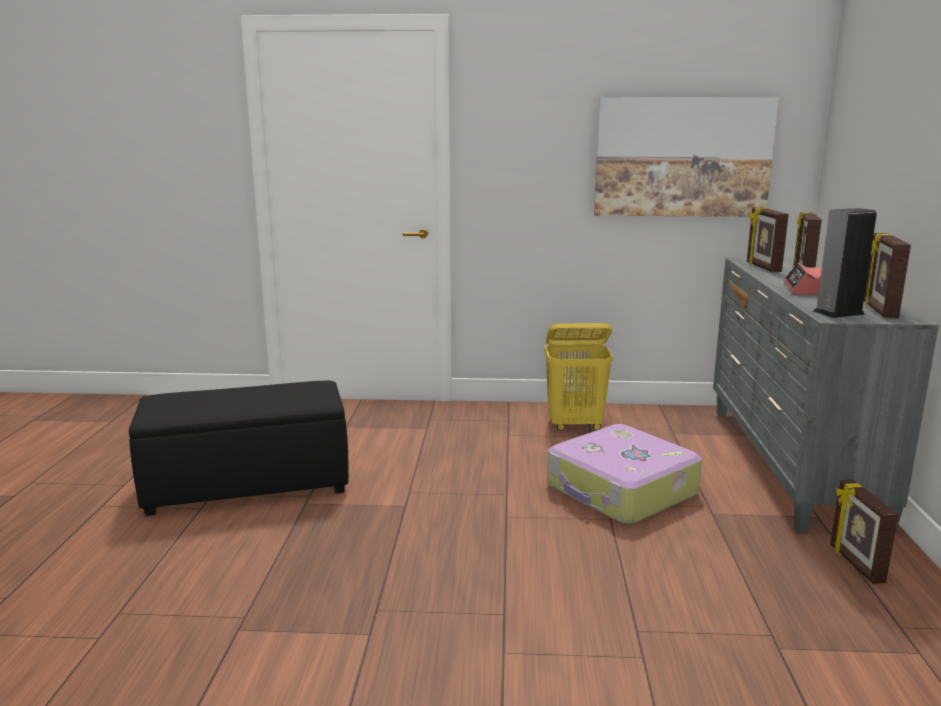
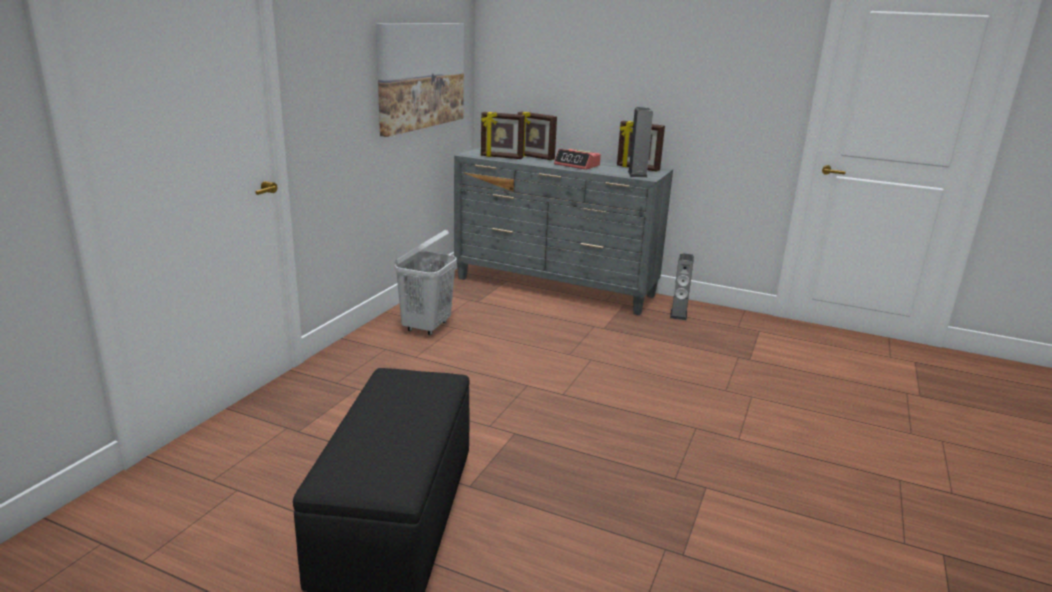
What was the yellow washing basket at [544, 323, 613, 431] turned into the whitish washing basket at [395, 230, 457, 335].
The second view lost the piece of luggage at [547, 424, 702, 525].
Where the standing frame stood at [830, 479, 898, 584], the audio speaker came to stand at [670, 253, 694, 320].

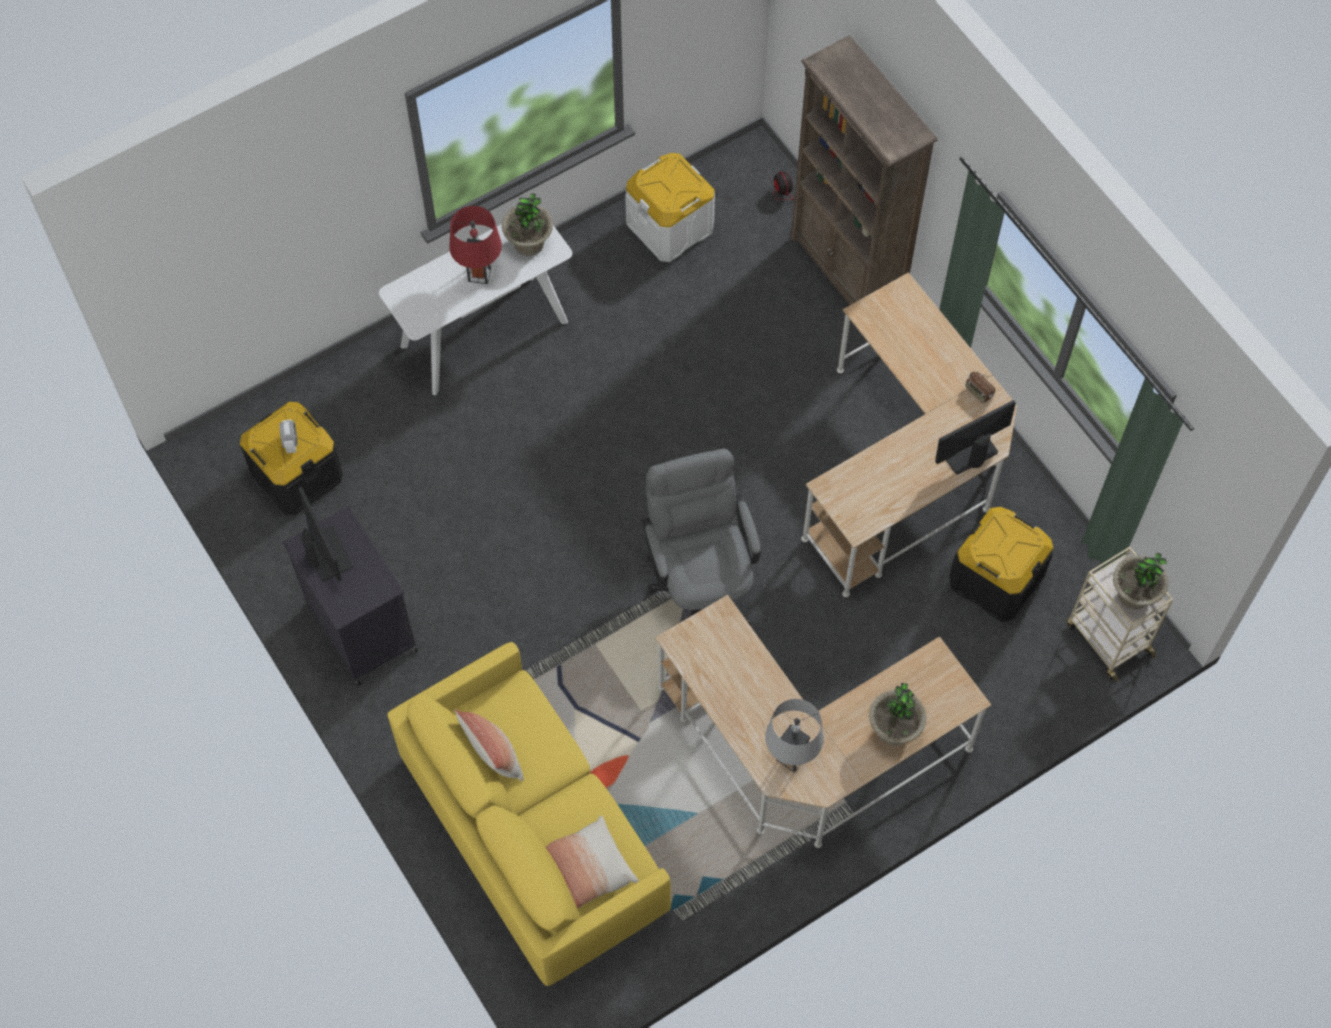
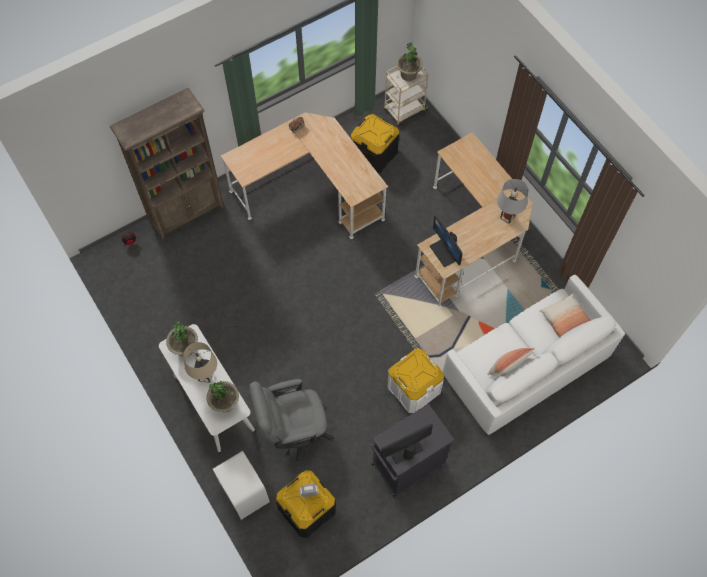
What was the yellow sofa at [387, 642, 671, 986] turned into the whitish sofa at [442, 275, 625, 435].
What was the reddish lamp for a table at [449, 206, 502, 284] turned into the sand-coloured lamp for a table at [183, 342, 217, 383].
The whitish storage container ended up elsewhere, having gone from [625, 153, 715, 262] to [387, 349, 444, 413].
The grey computer chair ended up elsewhere, having gone from [641, 449, 761, 625] to [249, 379, 334, 461].
The plant in a pot ended up elsewhere, having gone from [869, 683, 927, 745] to [206, 381, 239, 413].
The computer screen ended up elsewhere, having gone from [935, 400, 1016, 475] to [430, 215, 463, 267].
The second view gained the whitish night table at [213, 451, 270, 520].

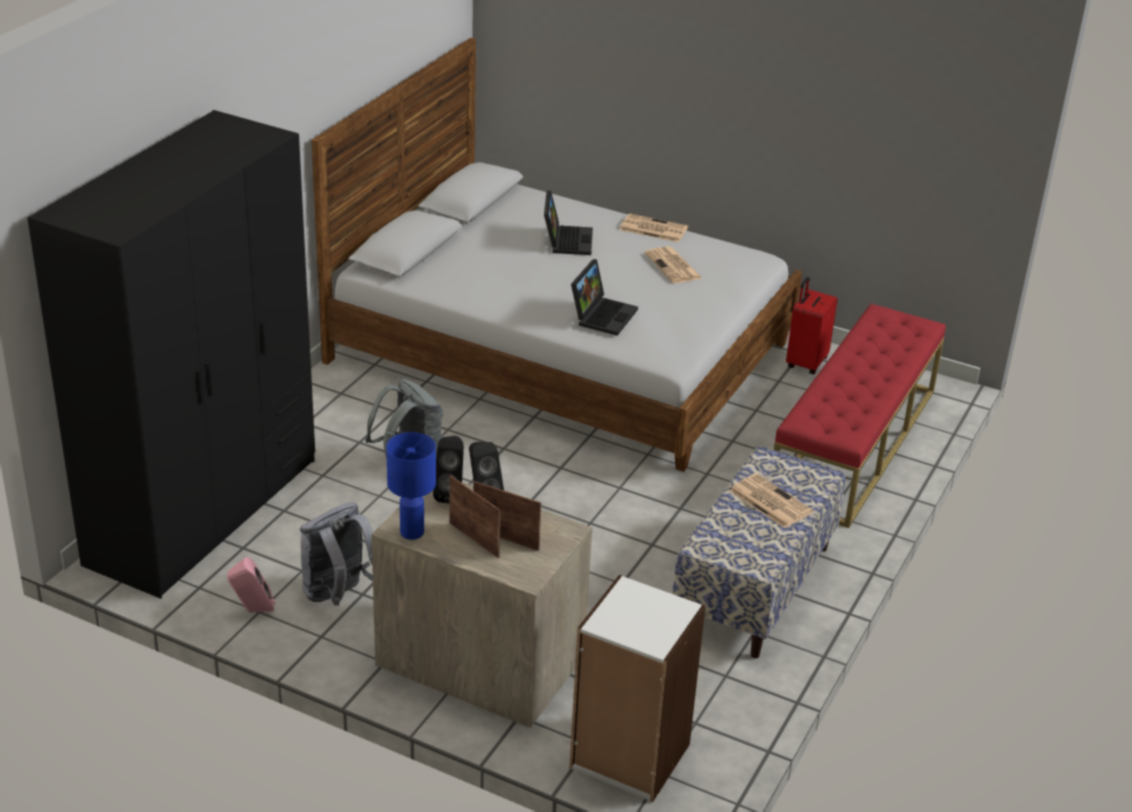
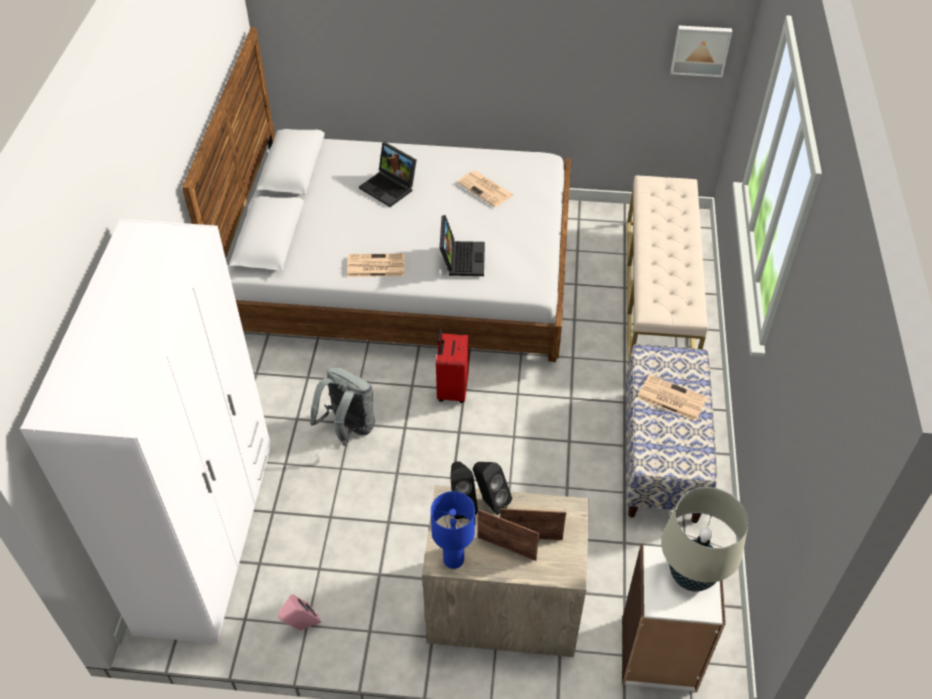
What was the black armoire at [27, 110, 315, 599] turned into the whitish armoire at [20, 219, 271, 644].
The second view lost the grey knapsack at [300, 502, 373, 606].
The laptop at [544, 190, 593, 255] ended up facing another way, 150 degrees clockwise from before.
The daily paper ended up elsewhere, having gone from [619, 214, 688, 242] to [347, 253, 405, 277].
What was the reddish indoor bench at [774, 304, 946, 528] turned into the sand-coloured indoor bench at [627, 175, 708, 367].
The reddish piece of luggage ended up elsewhere, having gone from [786, 277, 838, 374] to [436, 329, 469, 403].
The second view gained the sand-coloured lamp for a table at [661, 487, 748, 592].
The second view gained the picture at [671, 26, 732, 77].

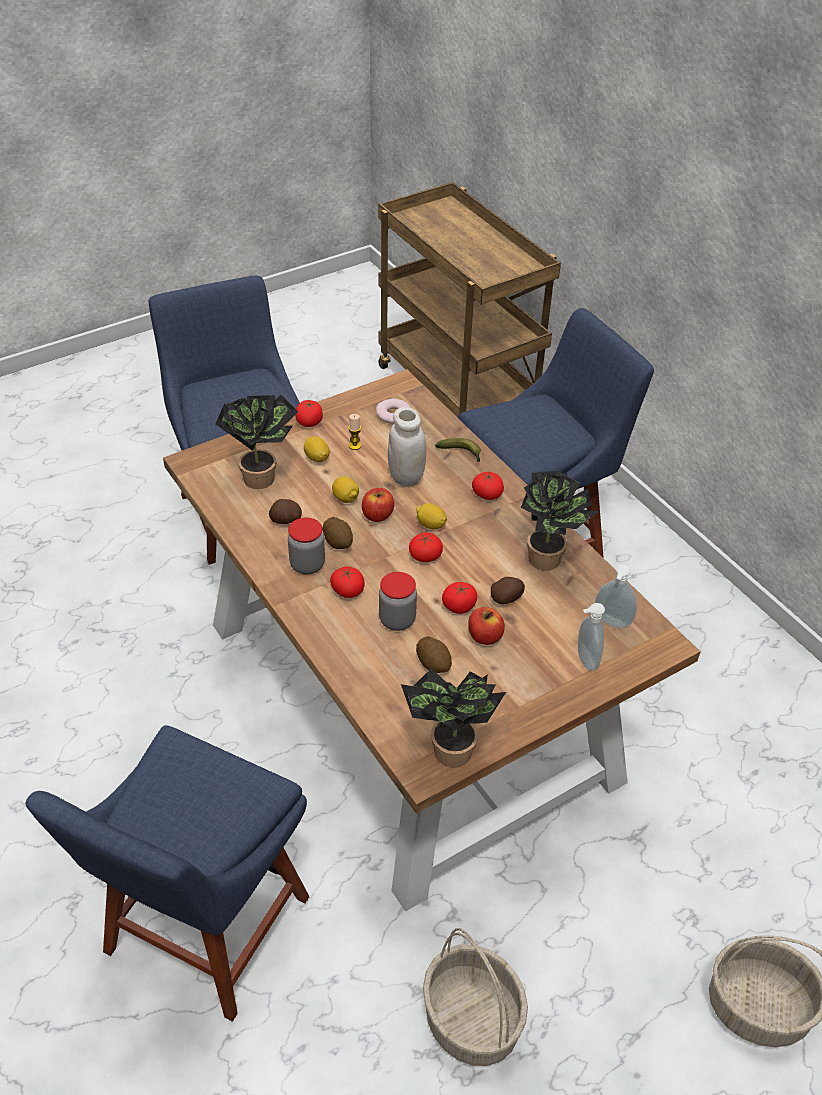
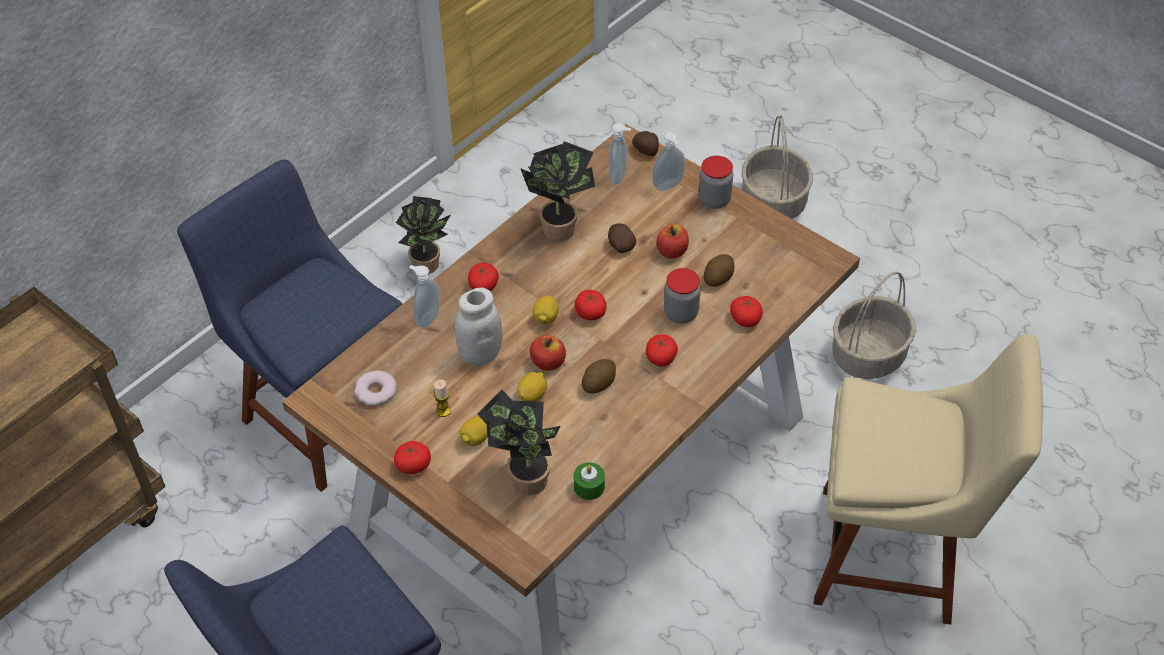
What was the blue-coloured upright chair at [26, 725, 310, 1022] turned into the sand-coloured upright chair at [814, 334, 1043, 625].
The whole potato ended up elsewhere, having gone from [269, 499, 302, 524] to [632, 131, 659, 156].
The preserve jar ended up elsewhere, having gone from [288, 518, 325, 574] to [698, 156, 733, 209].
The plant in a pot ended up elsewhere, having gone from [401, 668, 506, 768] to [396, 196, 450, 274].
Where the whole banana stood at [435, 438, 481, 462], the soap dispenser came to stand at [410, 265, 439, 328].
The tomato ended up elsewhere, having gone from [442, 582, 477, 614] to [730, 296, 763, 327].
The second view gained the green wax light at [574, 462, 605, 500].

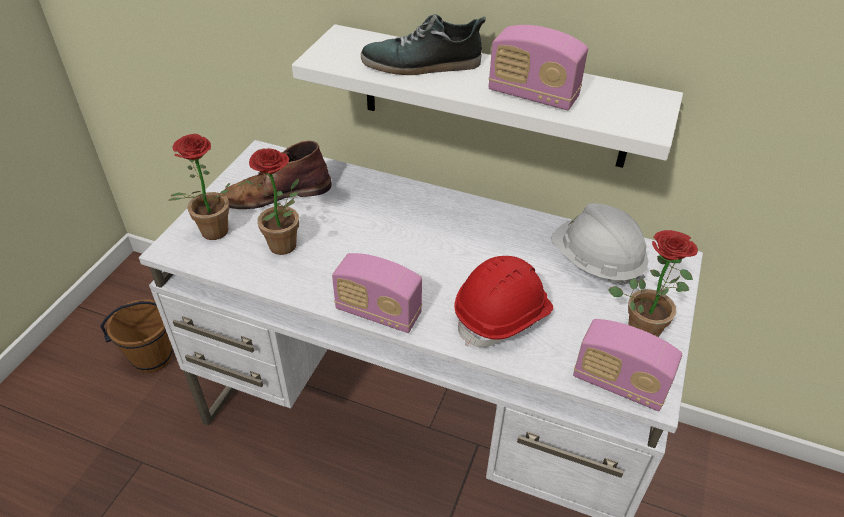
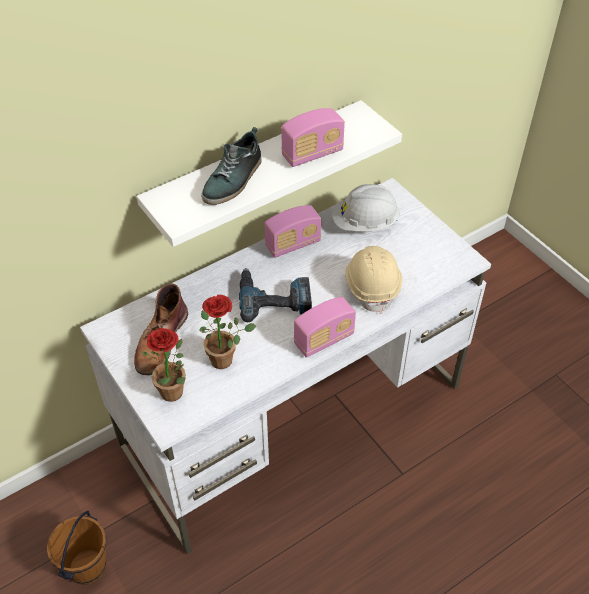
What was the reddish hard hat at [454, 256, 553, 347] turned into the sand-coloured hard hat at [345, 246, 402, 314].
The radio ended up elsewhere, having gone from [573, 319, 682, 411] to [265, 205, 321, 258].
The second view lost the plant in a pot at [608, 230, 698, 337].
The second view gained the electric drill at [239, 268, 312, 322].

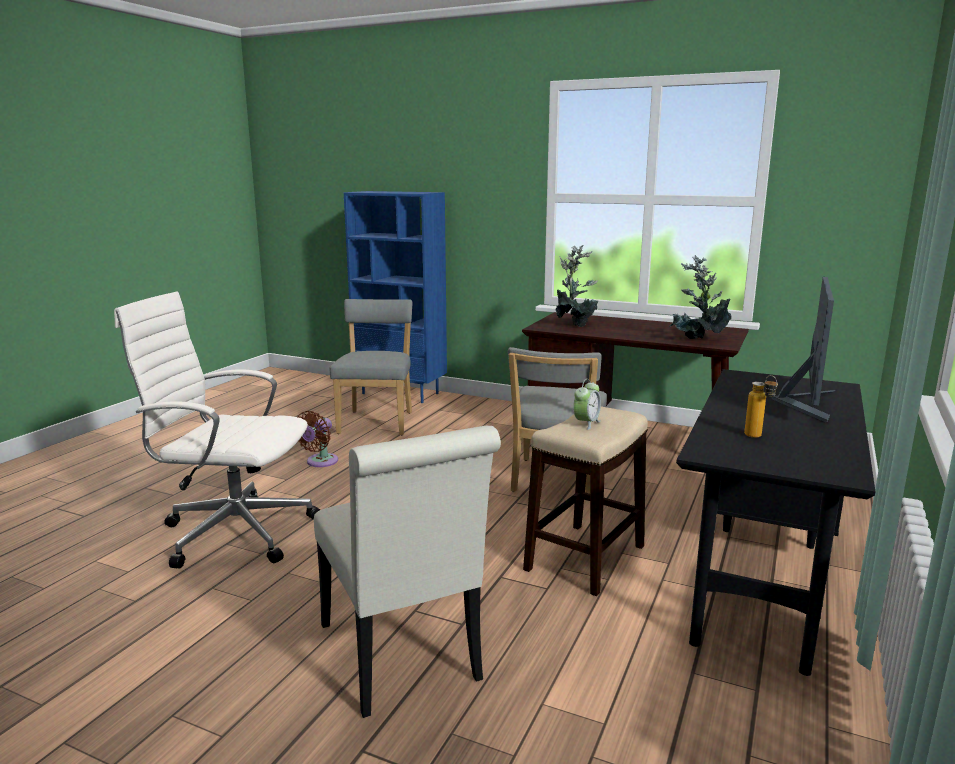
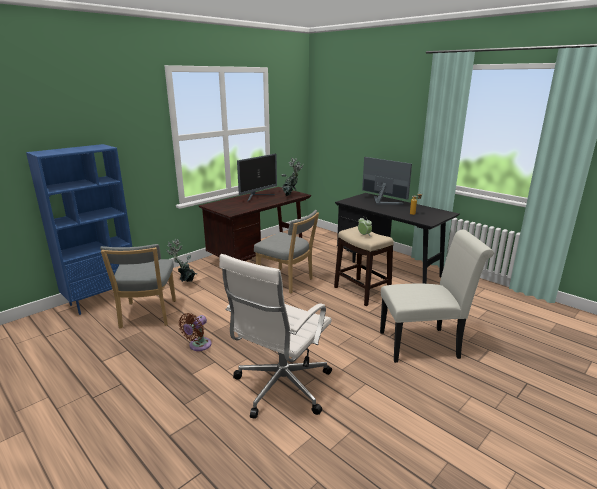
The brown fan at [297, 411, 338, 467] ended up facing another way, 75 degrees clockwise from before.
The grey upright chair at [330, 299, 412, 435] ended up facing another way, 120 degrees counterclockwise from before.
The plant in a pot ended up elsewhere, having gone from [556, 245, 598, 327] to [166, 239, 197, 282].
The second view gained the computer screen at [237, 154, 277, 202].

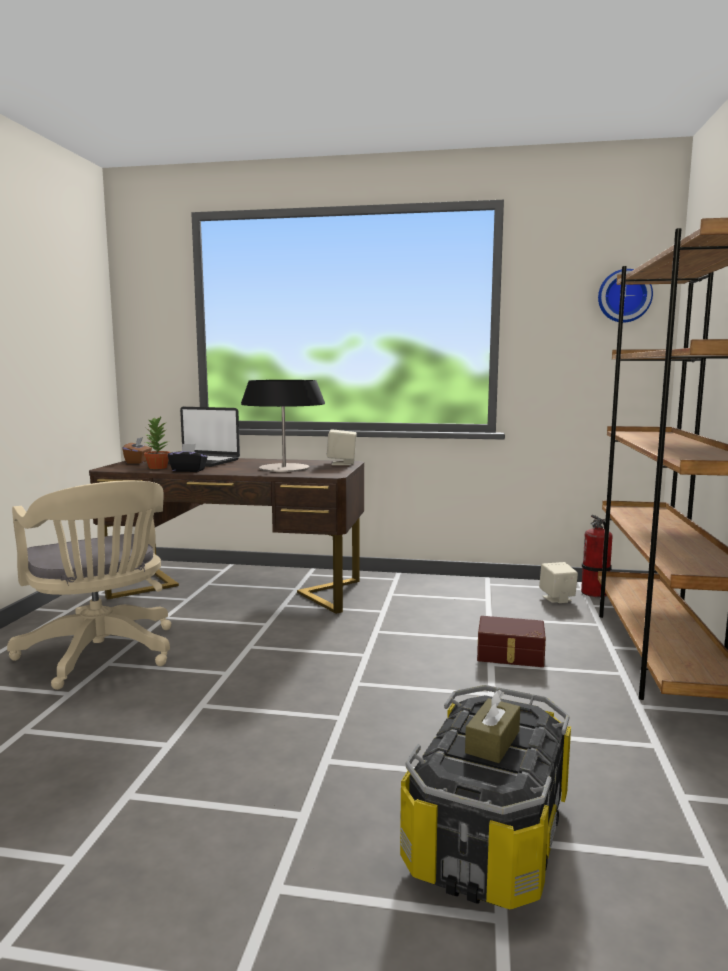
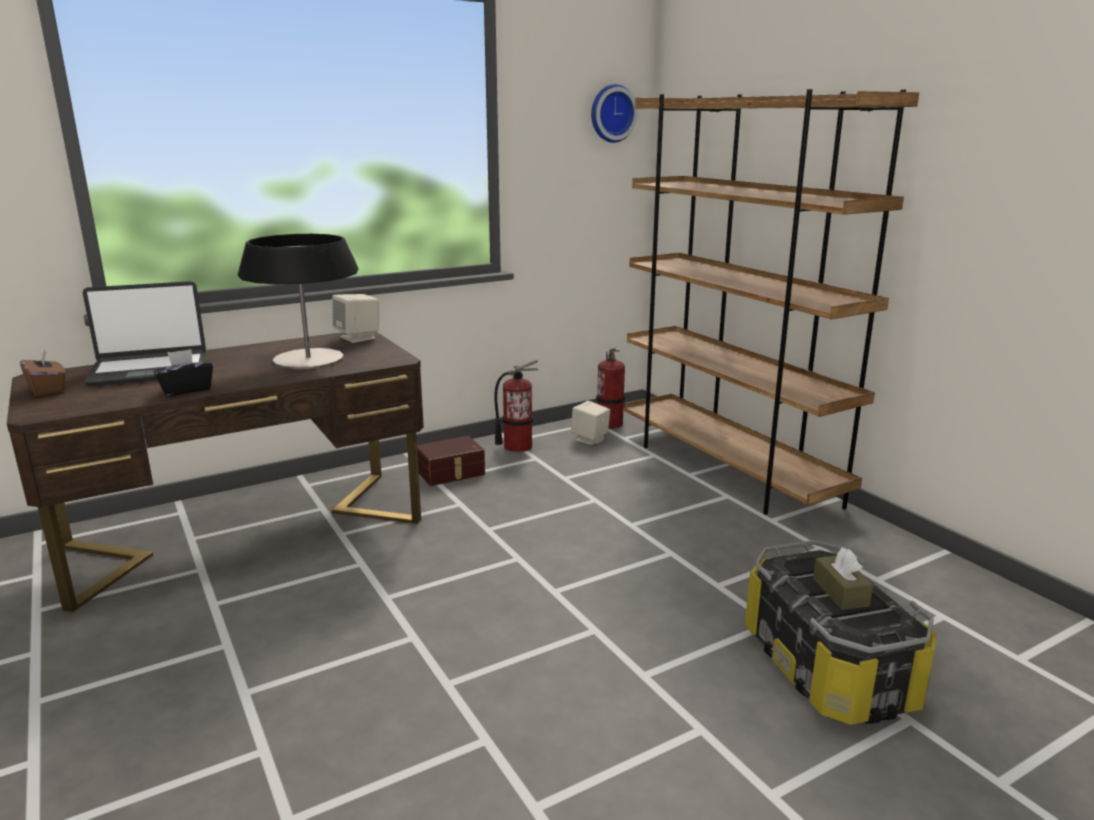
The second view lost the sand-coloured computer chair at [7, 480, 171, 690].
The second view lost the plant in a pot at [144, 417, 170, 469].
The brown storage container ended up elsewhere, having gone from [477, 616, 546, 667] to [417, 436, 485, 486].
The second view gained the fire-fighting cylinder at [494, 360, 538, 452].

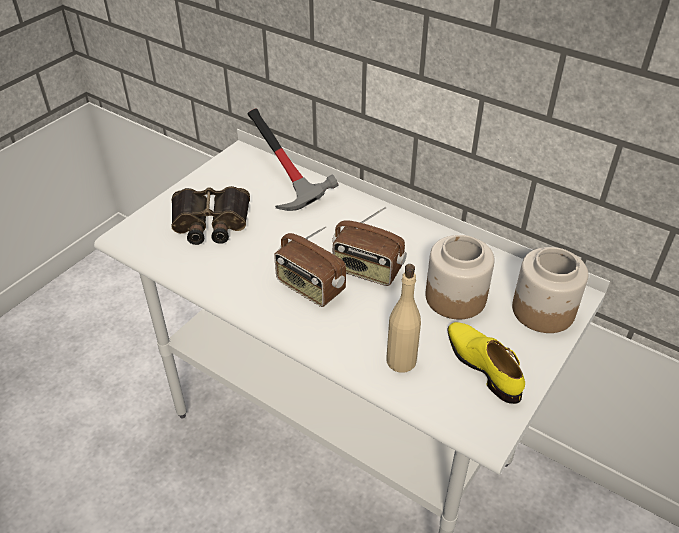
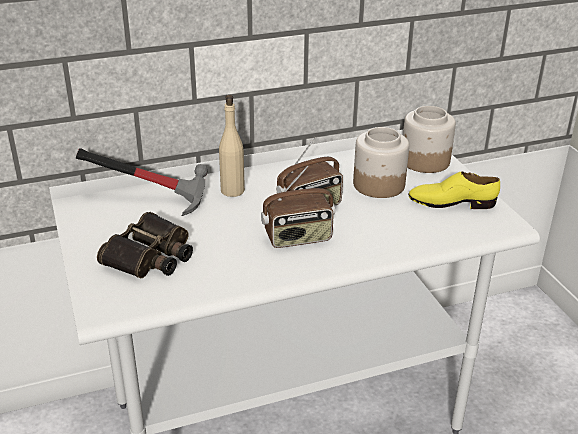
The sand-coloured drink bottle ended up elsewhere, having gone from [386, 264, 421, 373] to [219, 95, 245, 197].

